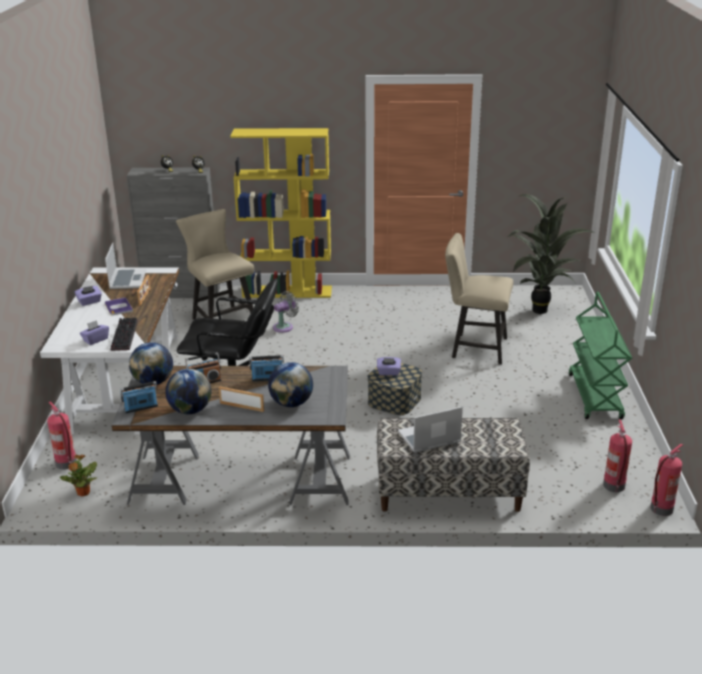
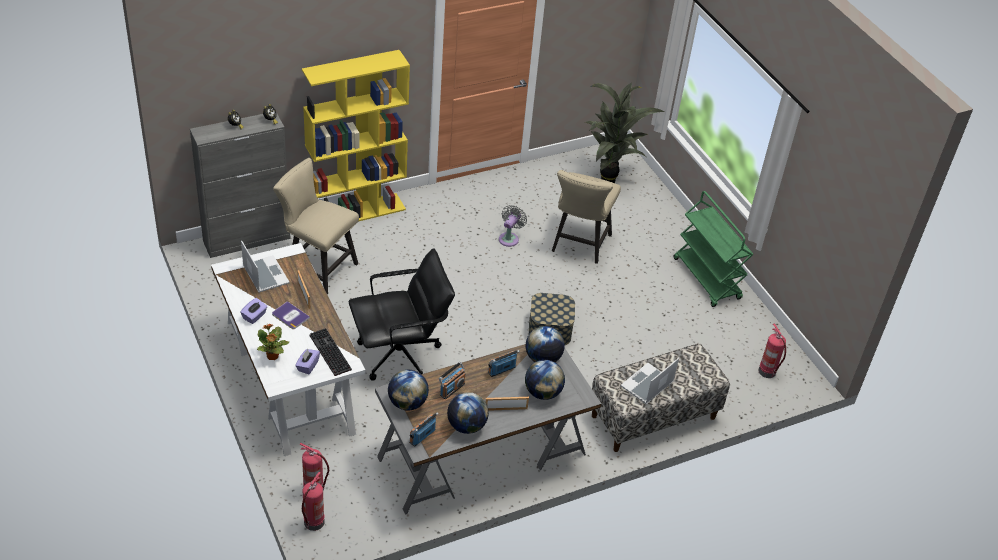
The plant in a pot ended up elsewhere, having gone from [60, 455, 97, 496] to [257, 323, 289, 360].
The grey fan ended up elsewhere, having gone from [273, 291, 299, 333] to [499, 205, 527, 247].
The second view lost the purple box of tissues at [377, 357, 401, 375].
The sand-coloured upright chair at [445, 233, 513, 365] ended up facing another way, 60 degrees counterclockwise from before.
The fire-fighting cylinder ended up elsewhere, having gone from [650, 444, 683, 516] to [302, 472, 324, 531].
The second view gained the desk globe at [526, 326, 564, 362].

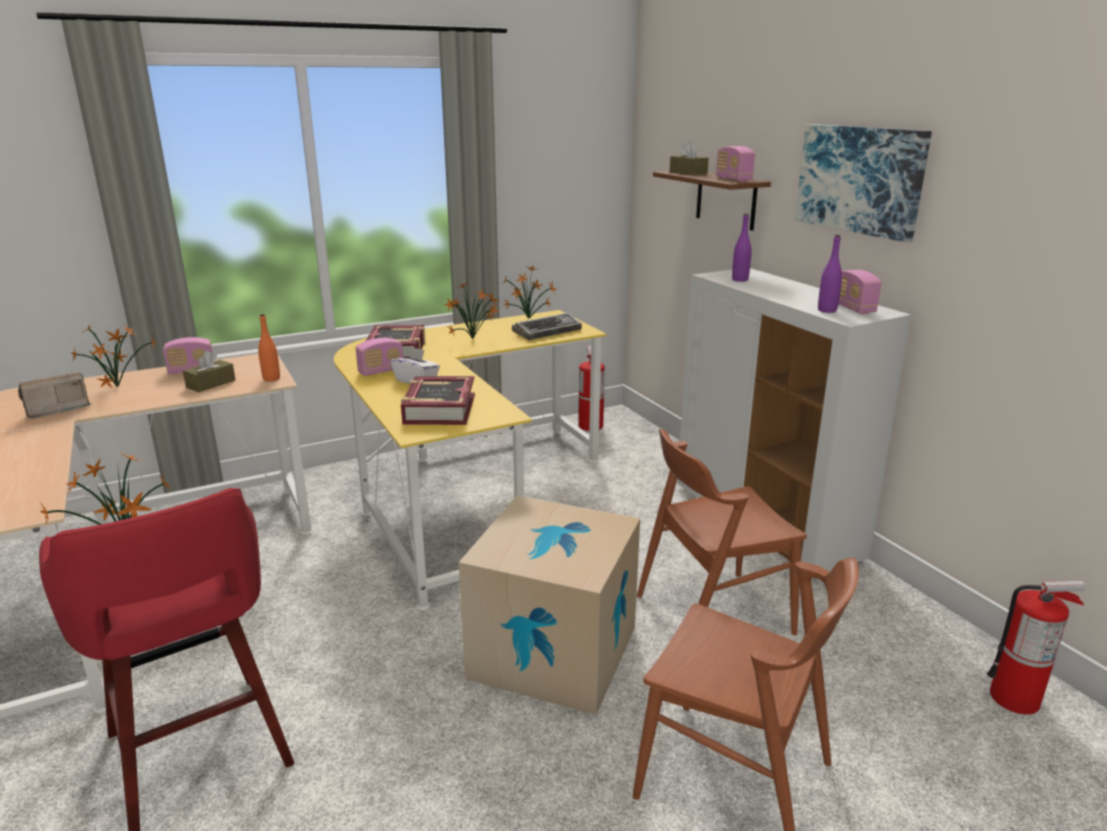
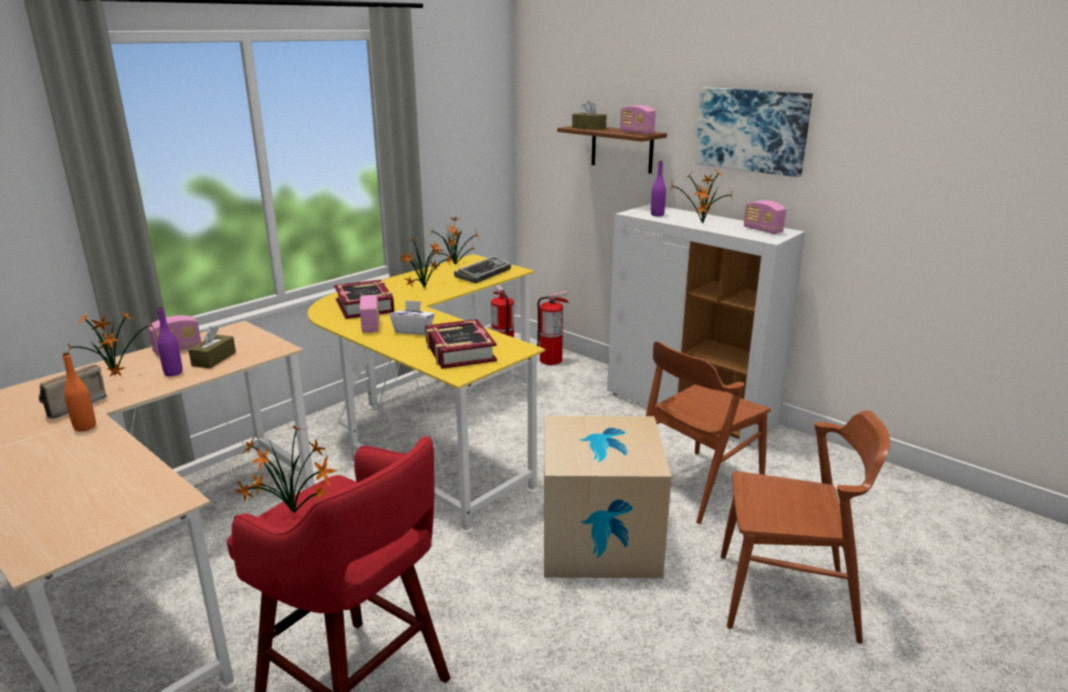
The orange-coloured drink bottle ended up elsewhere, having gone from [258, 314, 280, 382] to [63, 352, 96, 432].
The radio at [355, 338, 403, 376] ended up facing another way, 45 degrees counterclockwise from before.
The purple drink bottle ended up elsewhere, having gone from [818, 235, 842, 313] to [157, 307, 183, 376].
The fire-fighting cylinder ended up elsewhere, having gone from [987, 581, 1086, 715] to [537, 291, 569, 365].
The second view gained the plant in a pot at [671, 169, 733, 224].

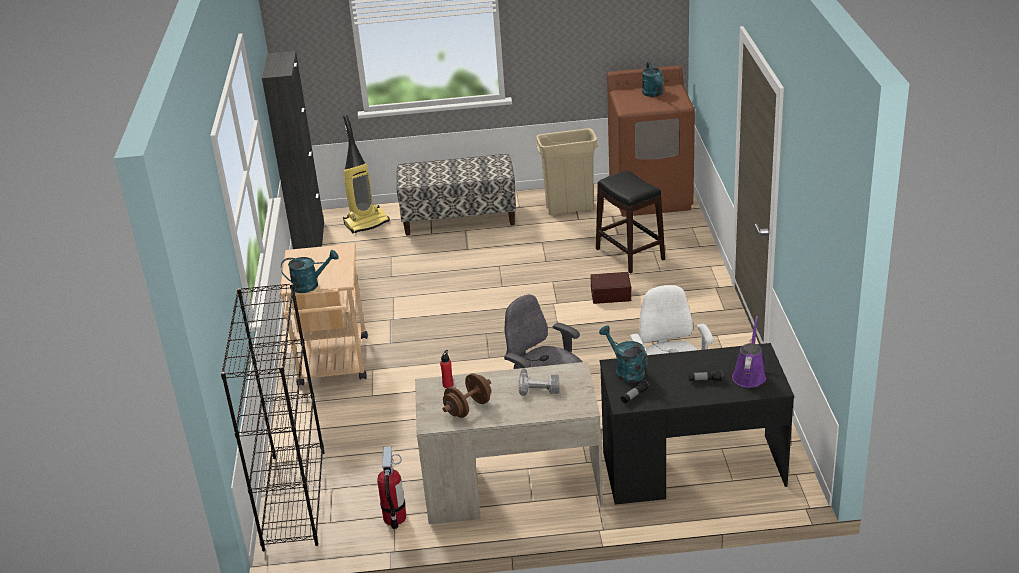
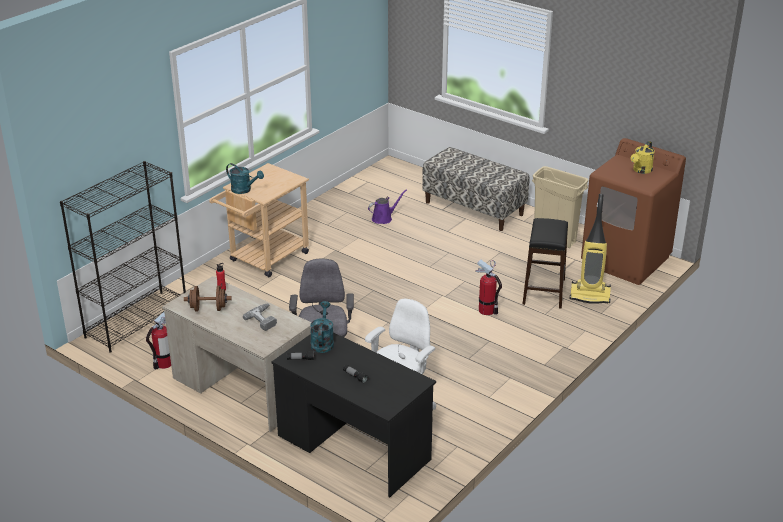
The second view lost the black cupboard at [262, 51, 324, 249].
The hoover ended up elsewhere, having gone from [343, 115, 390, 234] to [570, 194, 611, 304].
Where the brown storage container stood at [590, 272, 631, 304], the fire-fighting cylinder came to stand at [476, 260, 502, 315].
What was the blue-green sprinkling can at [642, 62, 664, 97] turned into the yellow sprinkling can at [631, 141, 655, 174].
The purple sprinkling can ended up elsewhere, having gone from [732, 316, 766, 388] to [368, 190, 407, 224].

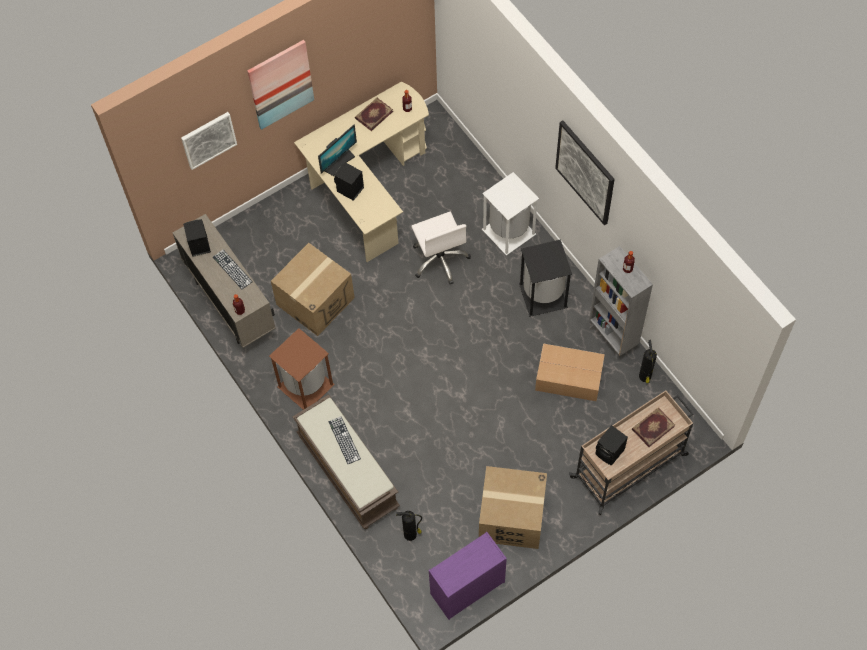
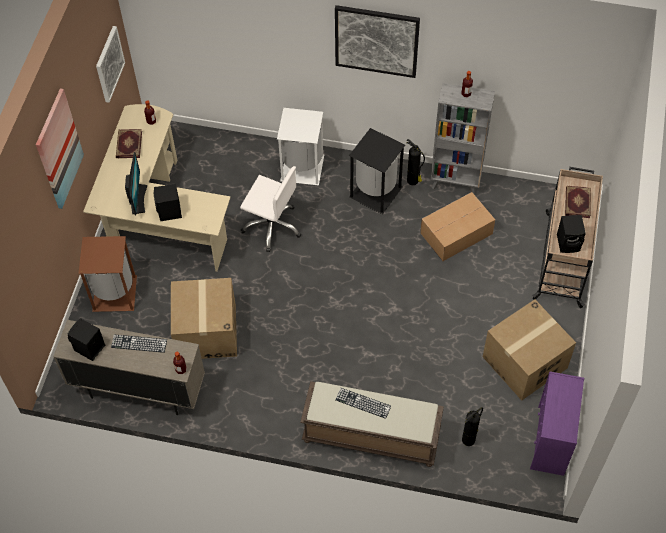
The picture ended up elsewhere, having gone from [181, 112, 237, 170] to [96, 26, 125, 103].
The brown rubbish bin ended up elsewhere, having gone from [269, 328, 335, 410] to [78, 236, 137, 312].
The fire-fighting cylinder ended up elsewhere, having gone from [639, 340, 657, 383] to [407, 139, 425, 185].

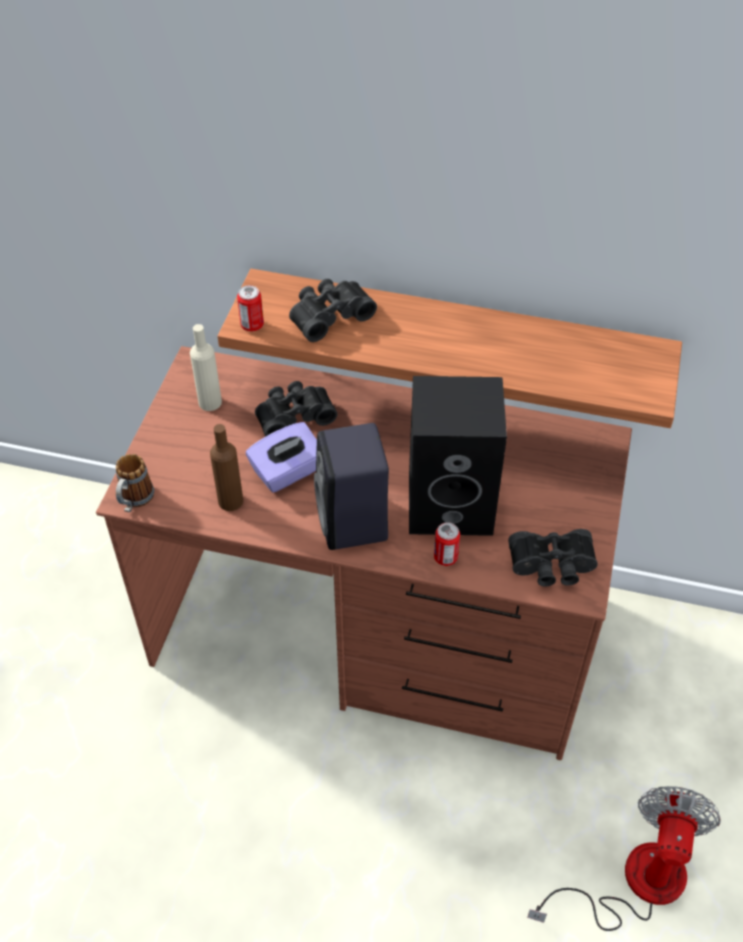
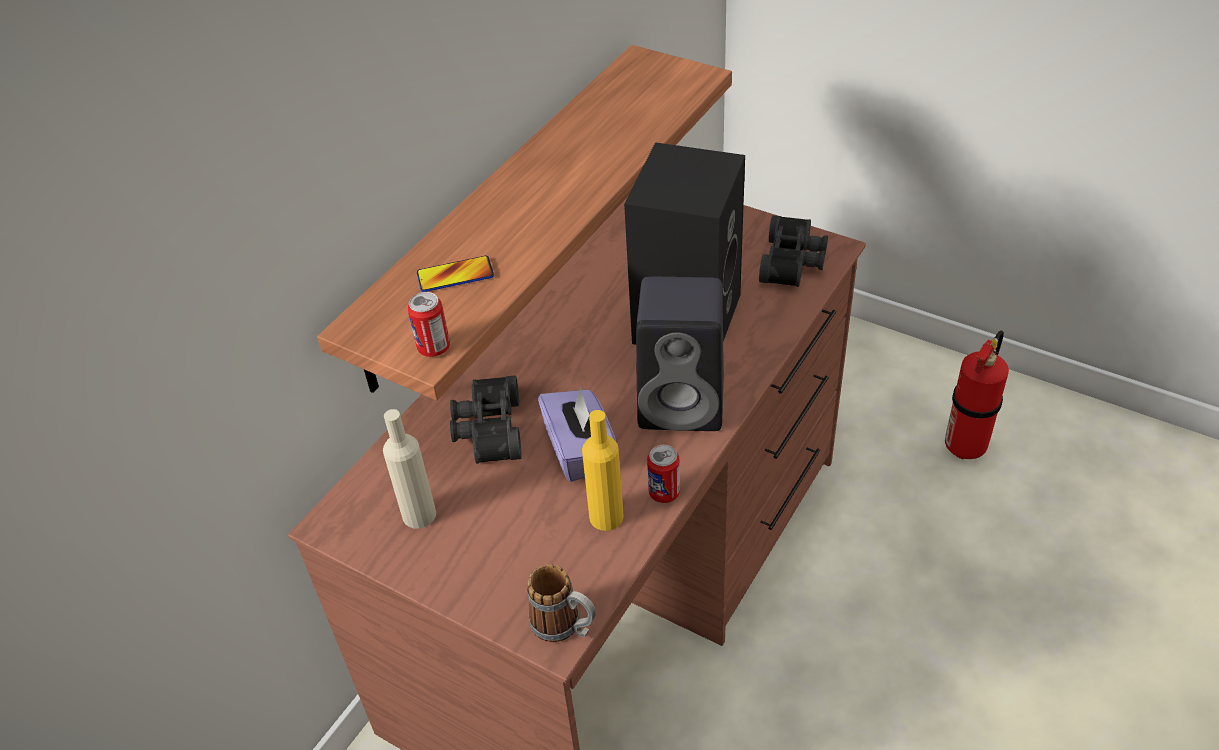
What was the brown drink bottle at [210, 424, 243, 511] turned into the yellow drink bottle at [582, 410, 624, 531].
Where the black pair of binoculars stood at [289, 279, 377, 342], the telephone came to stand at [417, 256, 494, 292].
The sealed can ended up elsewhere, having gone from [434, 522, 460, 566] to [647, 445, 680, 503].
Where the fan stood at [527, 786, 721, 931], the fire-fighting cylinder came to stand at [945, 330, 1009, 459].

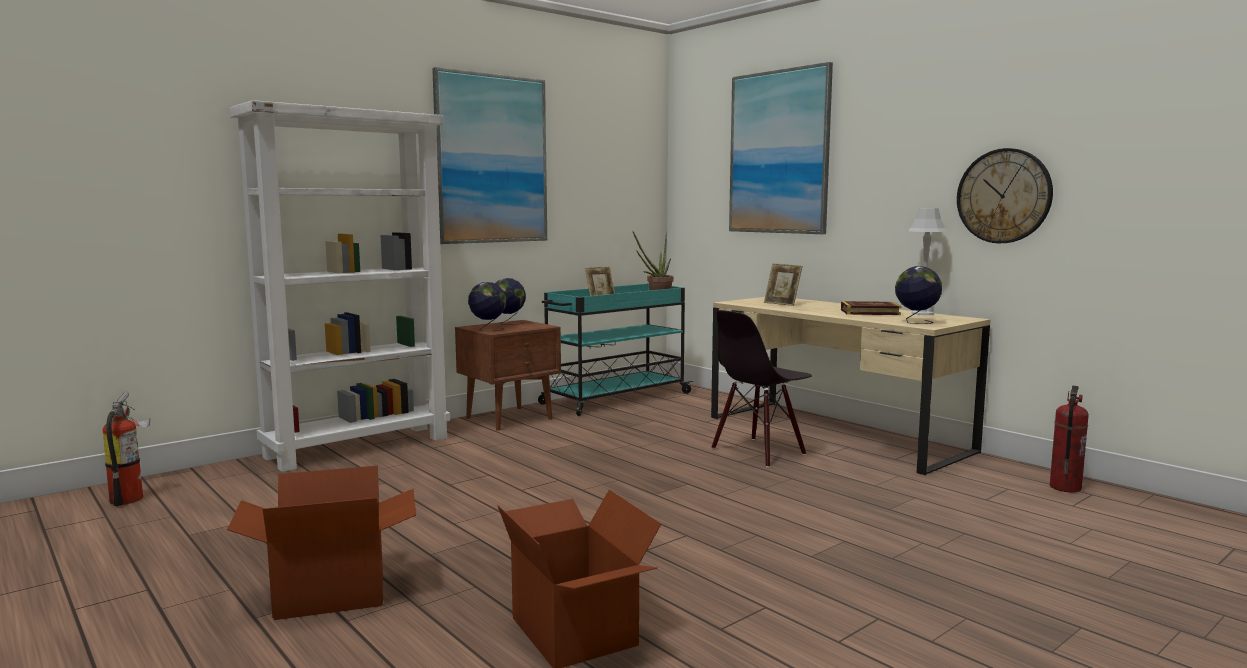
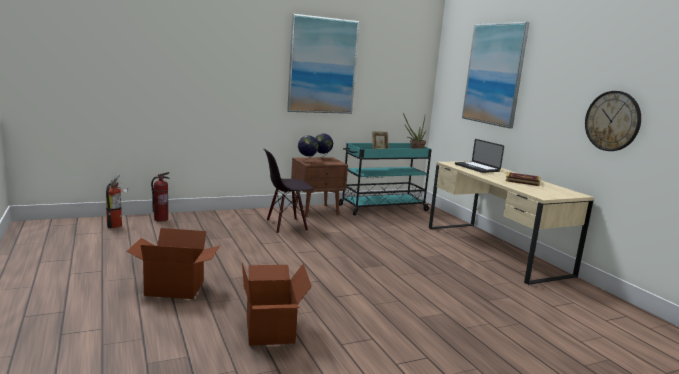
The second view lost the whitish bookshelf at [230, 100, 450, 472].
The black upright chair ended up elsewhere, having gone from [712, 310, 812, 468] to [263, 149, 314, 234].
Where the standing frame stood at [764, 263, 802, 306], the laptop came to stand at [455, 139, 504, 173].
The second view lost the desk globe at [895, 266, 942, 324].
The second view lost the grey lamp for a table at [908, 208, 948, 315].
The fire-fighting cylinder ended up elsewhere, having gone from [1050, 386, 1089, 493] to [151, 172, 170, 222].

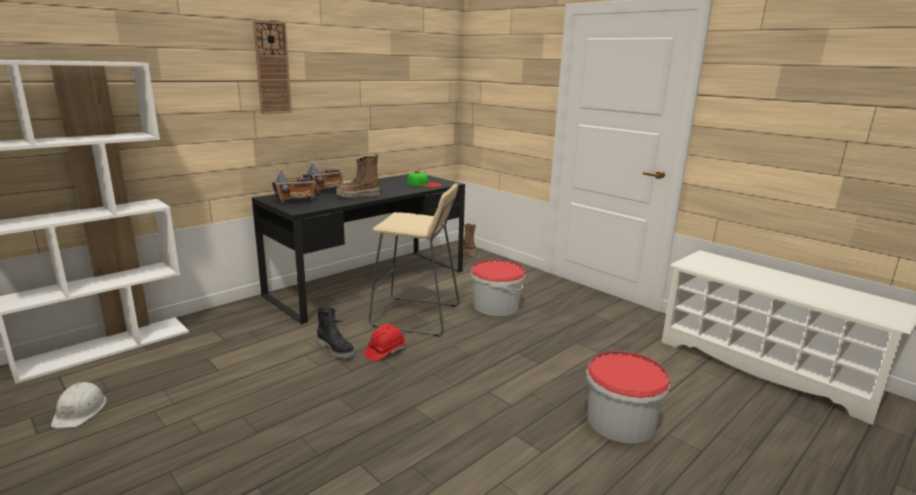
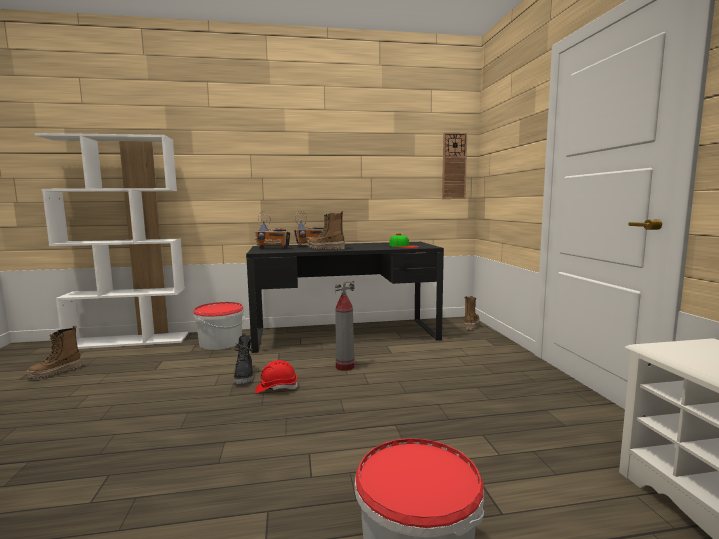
Where the whitish hard hat stood at [51, 382, 106, 428], the boot came to stand at [27, 325, 81, 379].
The hanging clock ended up elsewhere, having gone from [253, 20, 292, 114] to [442, 132, 467, 199].
Where the sand-coloured stool seat stood at [369, 183, 459, 336], the fire-fighting cylinder came to stand at [335, 281, 355, 371].
The pail ended up elsewhere, having gone from [471, 259, 525, 316] to [193, 302, 244, 350].

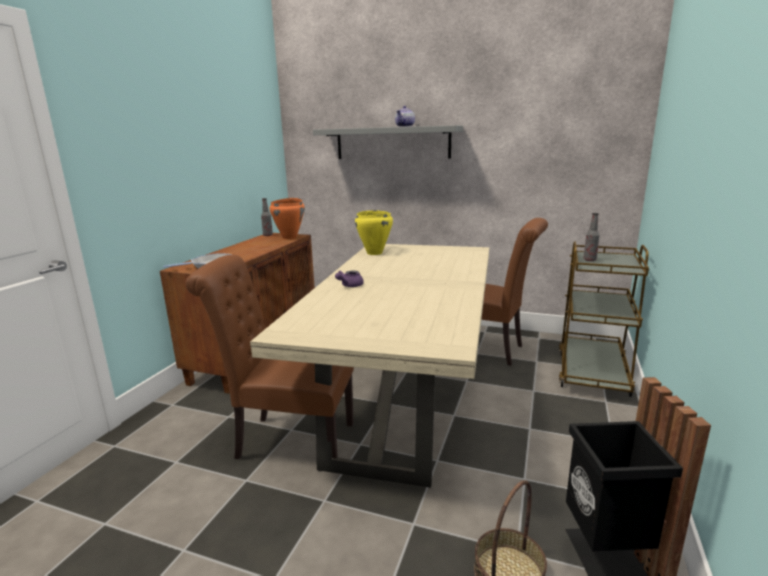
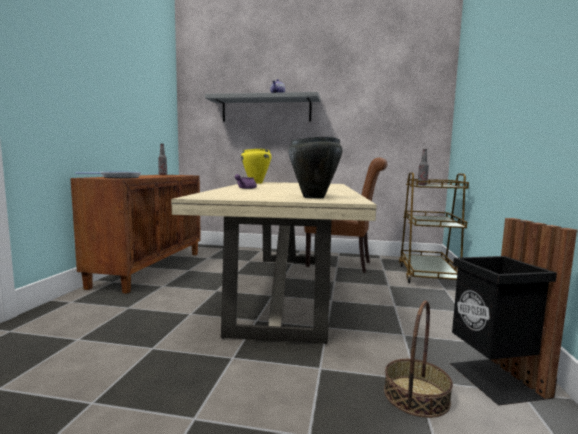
The second view lost the brown upright chair at [185, 255, 354, 459].
The second view lost the orange-coloured stockpot at [270, 198, 305, 239].
The second view gained the black stockpot at [288, 137, 342, 199].

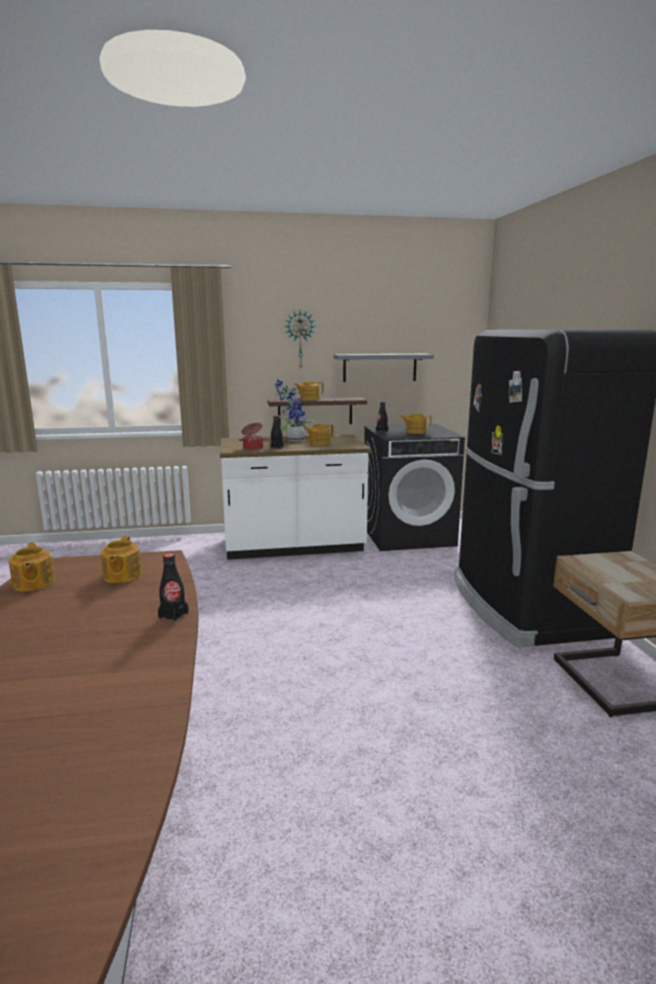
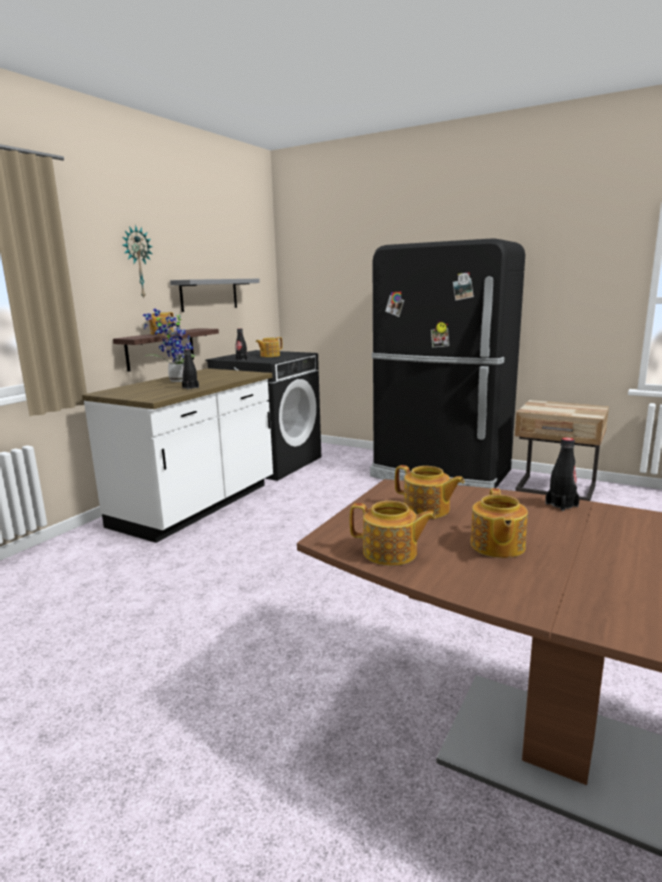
The second view lost the stockpot at [239, 422, 267, 450].
The tea pot ended up elsewhere, having gone from [305, 424, 333, 445] to [471, 488, 528, 558].

